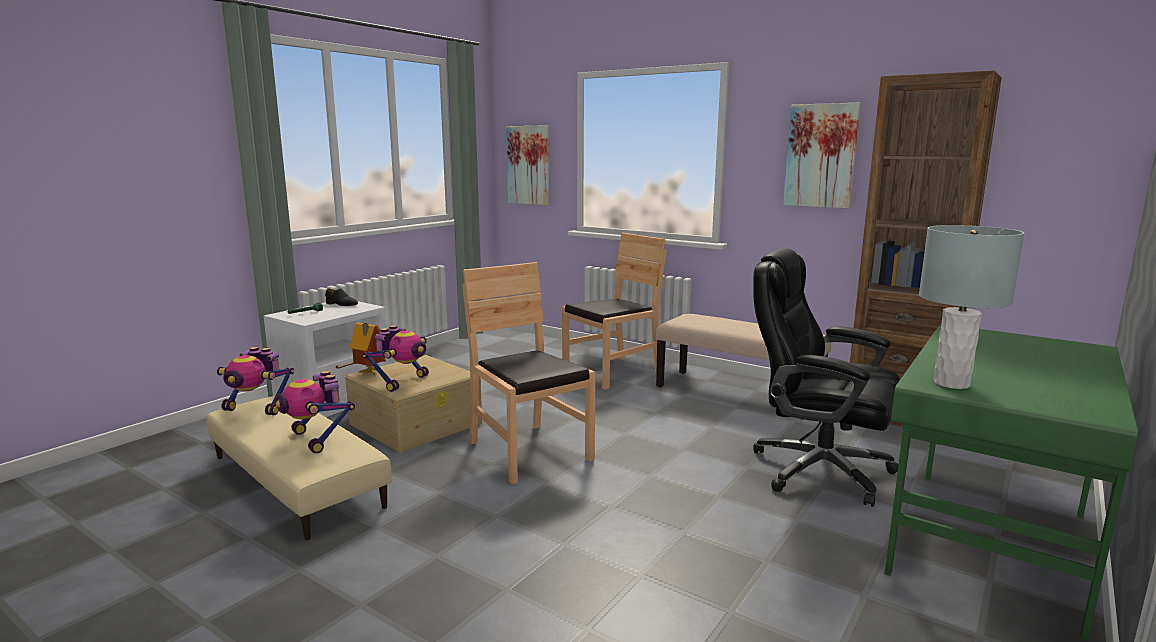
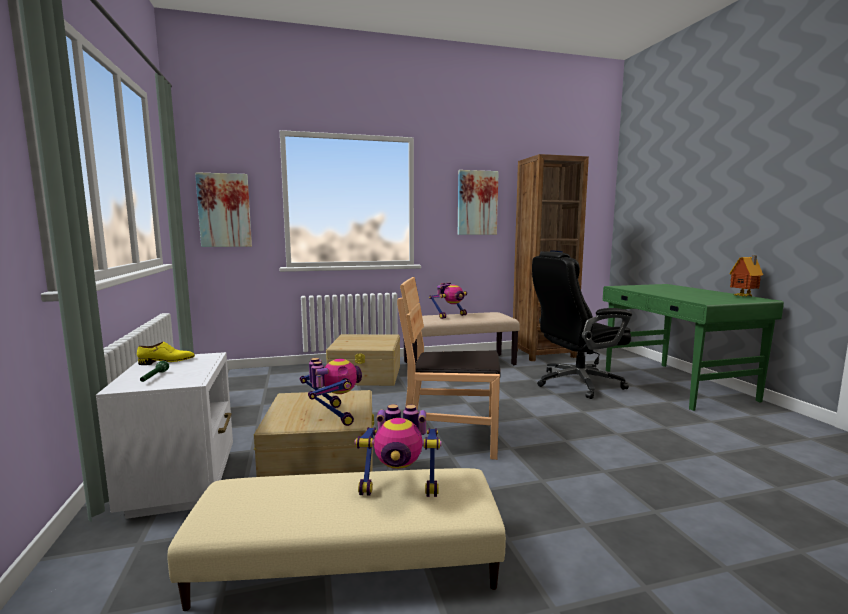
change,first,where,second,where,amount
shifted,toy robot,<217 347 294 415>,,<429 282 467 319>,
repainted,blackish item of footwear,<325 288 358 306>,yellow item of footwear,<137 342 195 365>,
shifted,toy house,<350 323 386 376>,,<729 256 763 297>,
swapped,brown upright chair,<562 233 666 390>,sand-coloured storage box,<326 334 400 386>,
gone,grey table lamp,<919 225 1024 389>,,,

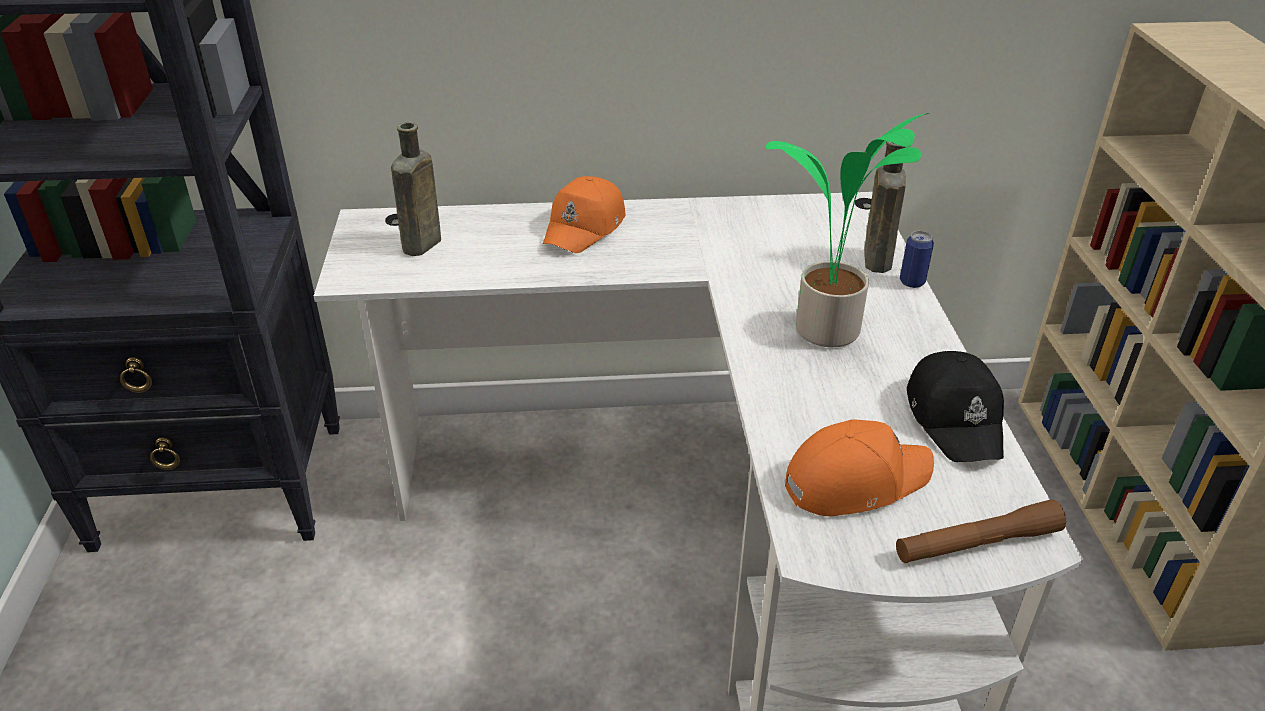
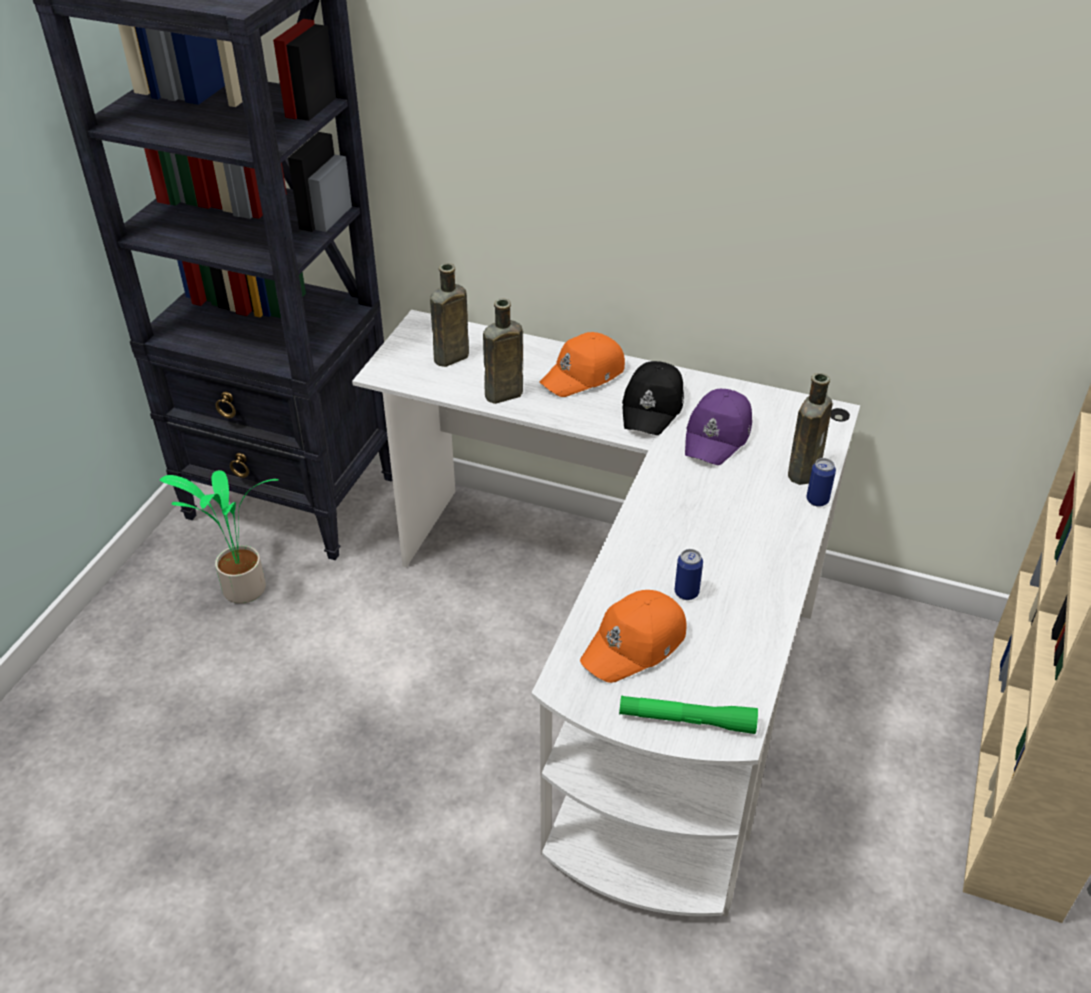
change,first,where,second,where,amount
shifted,houseplant,<765 113 929 347>,,<160 470 278 604>,
rotated,orange peaked cap,<785 419 934 516>,,<580 590 686 683>,135 degrees clockwise
repainted,brown hand torch,<896 499 1066 563>,green-coloured hand torch,<619 695 758 734>,
shifted,blackish peaked cap,<907 351 1004 462>,,<622 361 684 435>,
new,,,brown beverage bottle,<483 299 523 404>,
new,,,metal can,<675 549 703 600>,
new,,,purplish peaked cap,<685 389 752 465>,

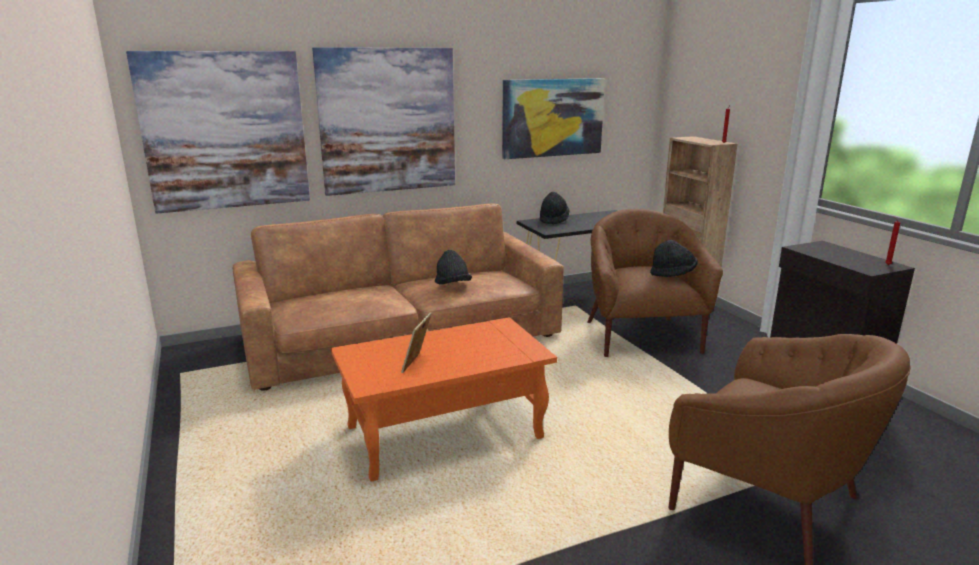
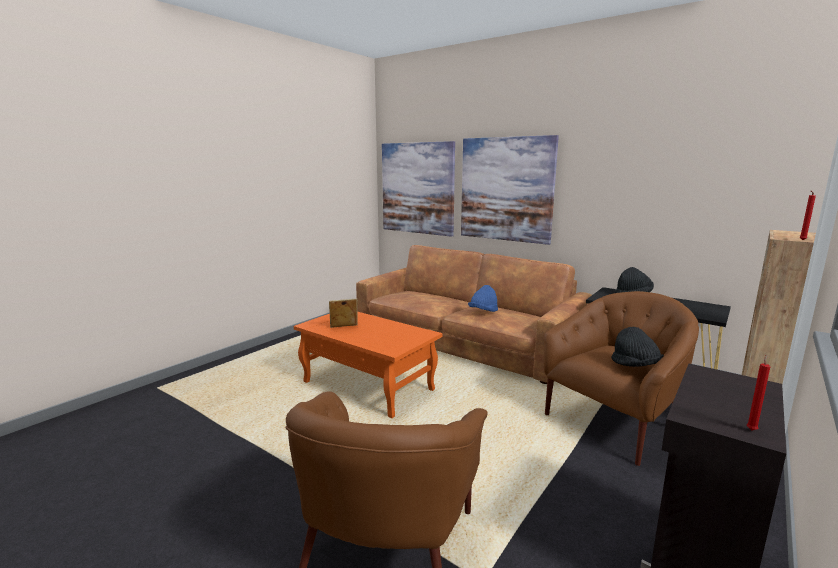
change,first,where,second,where,amount
repainted,blackish clothing hat,<435 250 472 284>,blue clothing hat,<468 285 498 312>,
gone,wall picture,<502 78 605 159>,,,

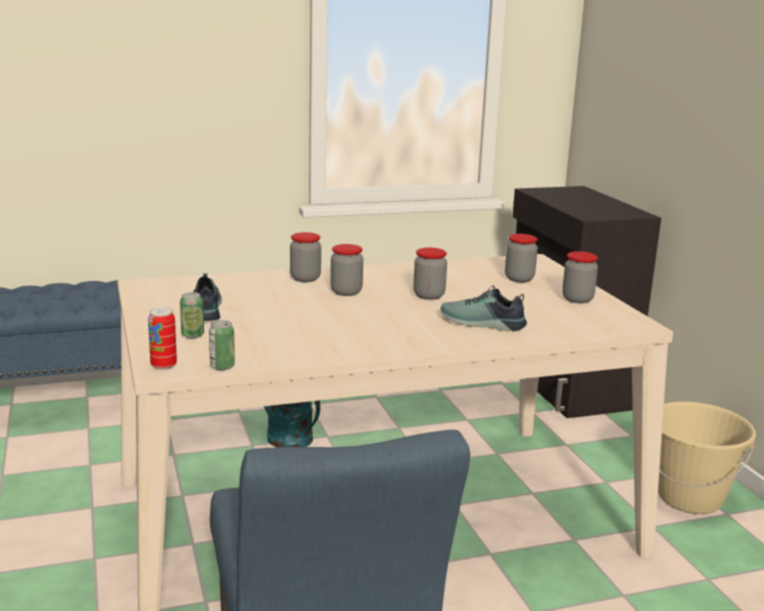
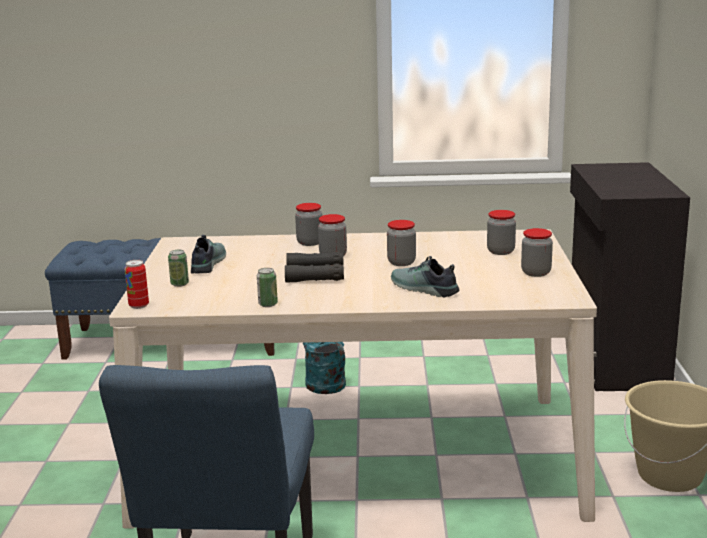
change,first,where,second,where,amount
shifted,metal can,<209 320 235 370>,,<257 268 278 307>,
new,,,blackish pair of binoculars,<285 252 344 282>,

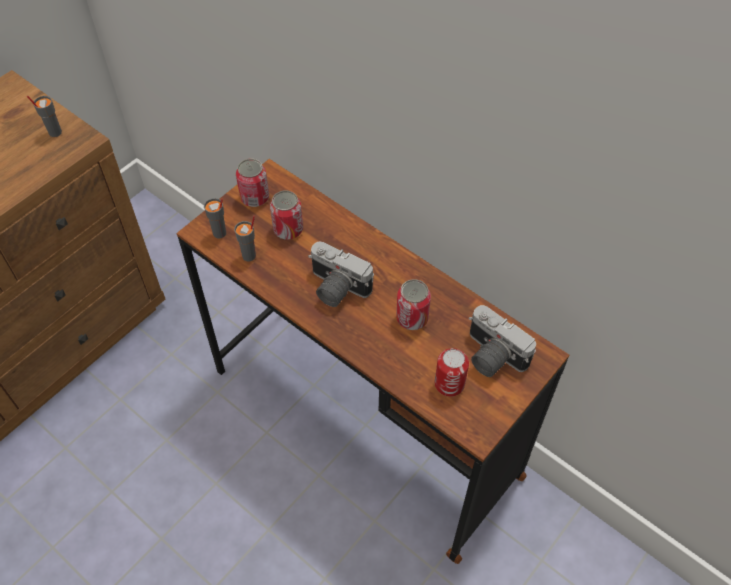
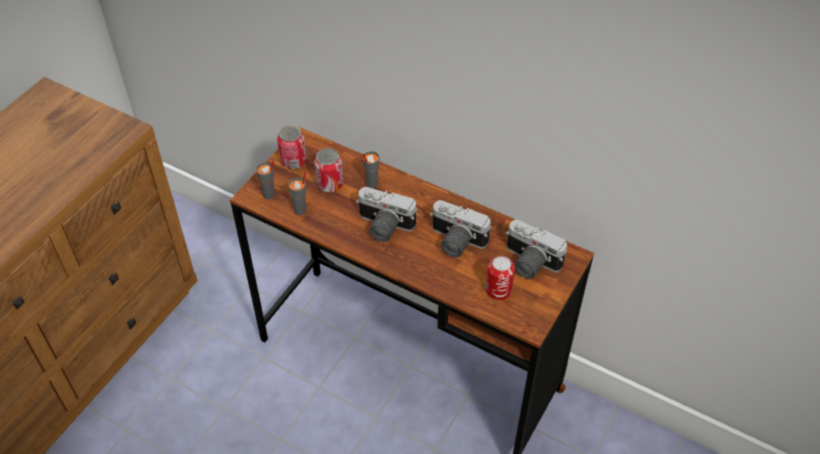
change,first,where,second,where,amount
shifted,grey drinking cup,<27 96 62 137>,,<363 151 379 188>,
swapped,metal can,<396 279 431 330>,still camera,<430 200 491 257>,

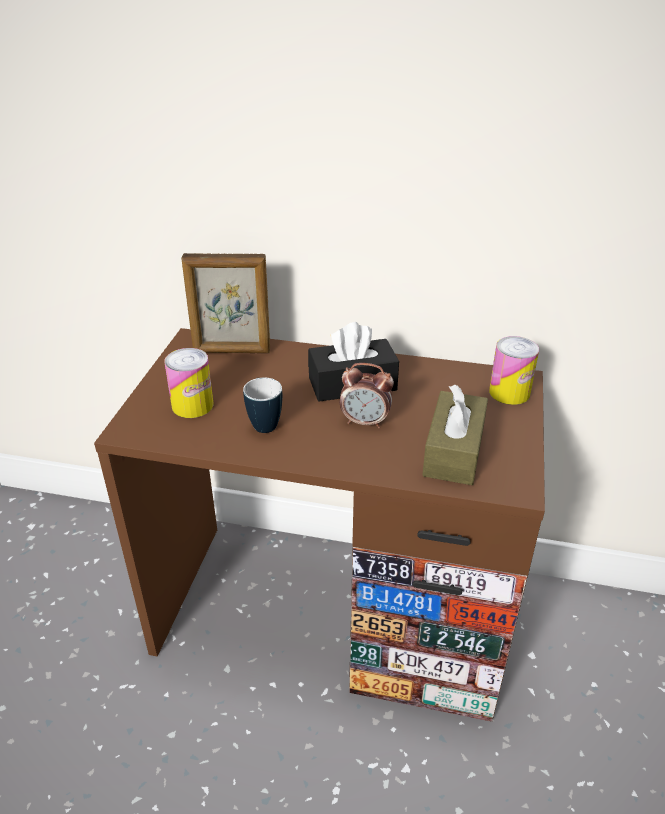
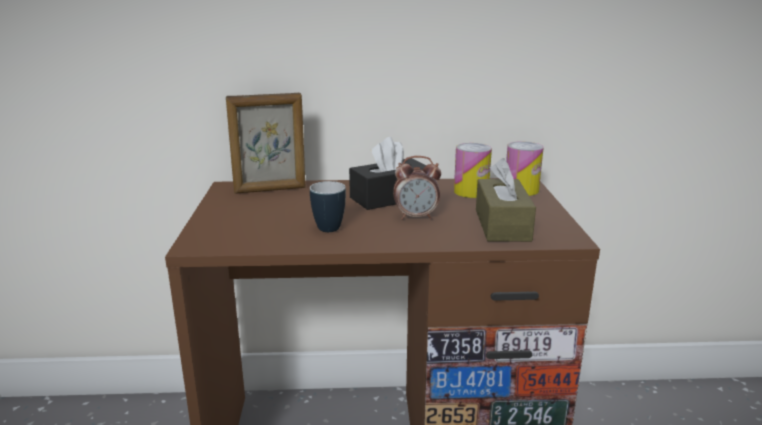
change,first,where,second,where,amount
shifted,metal can,<164 348 214 418>,,<454 143 492 198>,

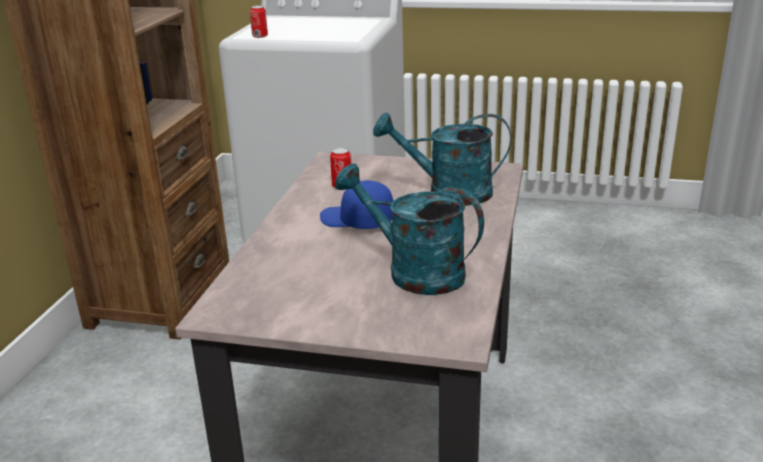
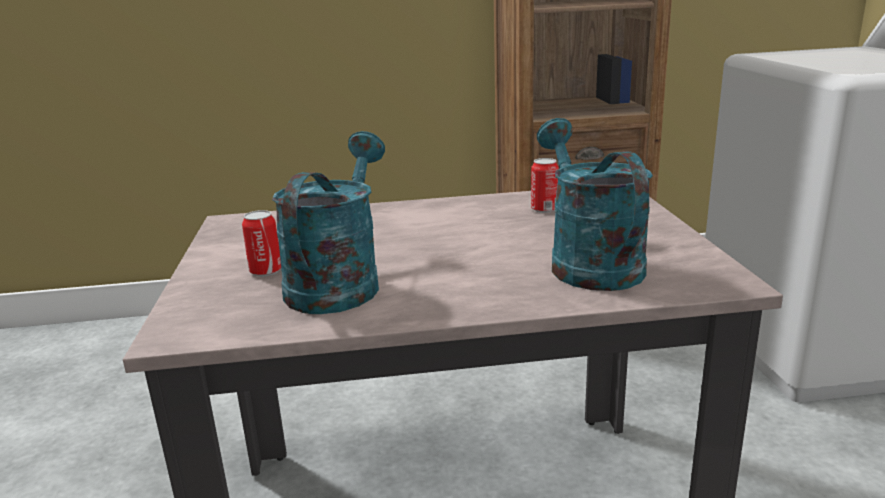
change,first,where,second,where,amount
shifted,metal can,<250 5 268 38>,,<242 210 281 276>,
gone,blue peaked cap,<320 180 393 229>,,,

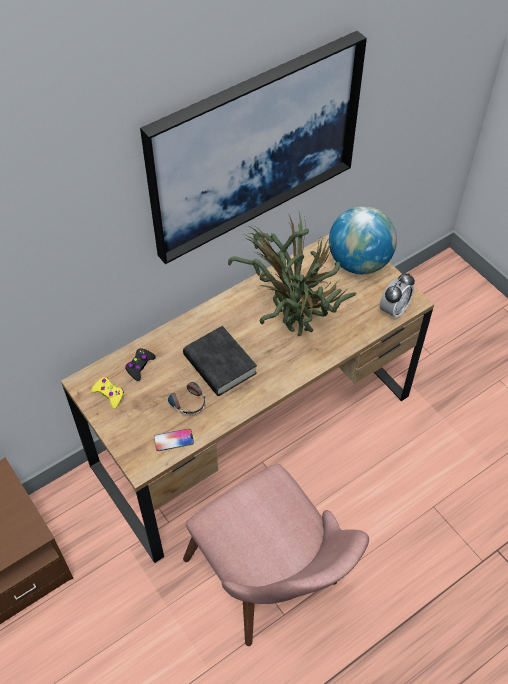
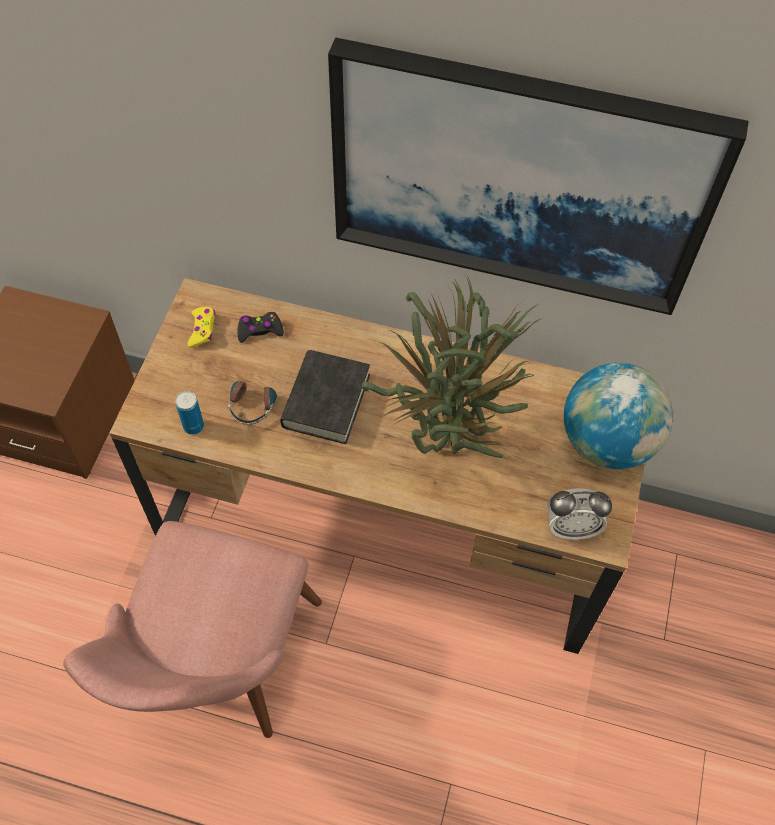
change,first,where,second,where,amount
swapped,telephone,<154 429 194 451>,metal can,<175 391 204 435>,

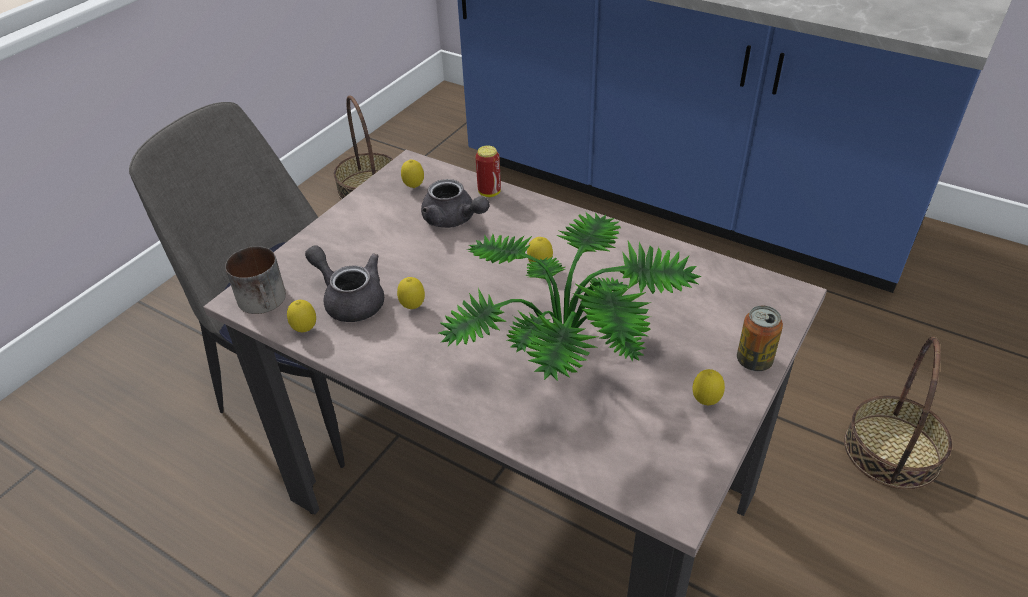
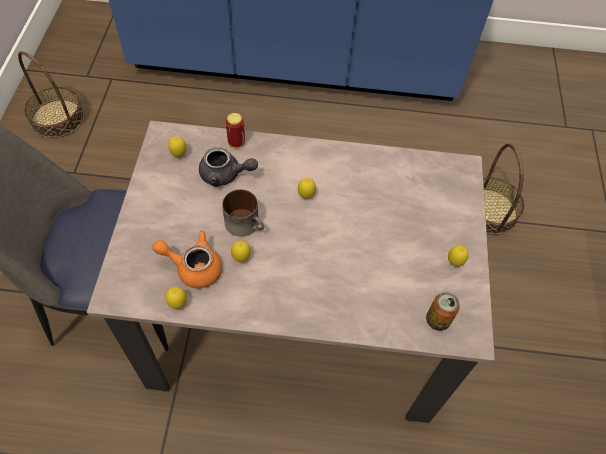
change,first,where,second,where,amount
shifted,coffee mug,<225 246 286 314>,,<222 189 264 237>,
repainted,grey tea pot,<305 245 384 322>,orange tea pot,<152 230 222 289>,
gone,houseplant,<439 212 702 381>,,,
shifted,metal can,<737 306 783 371>,,<426 292 460 331>,

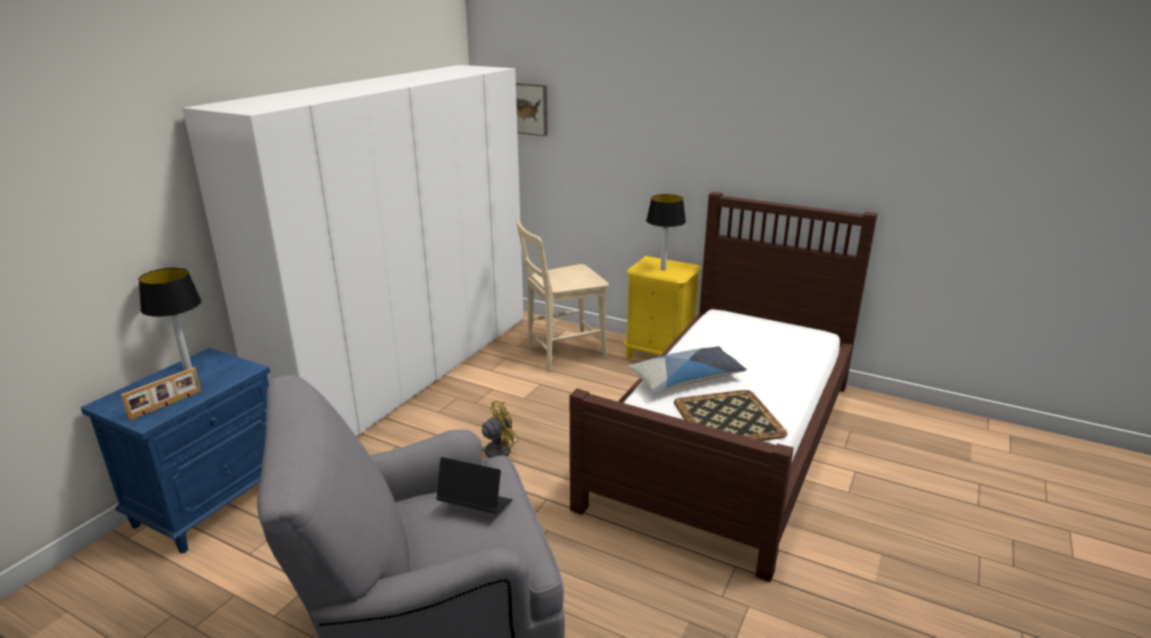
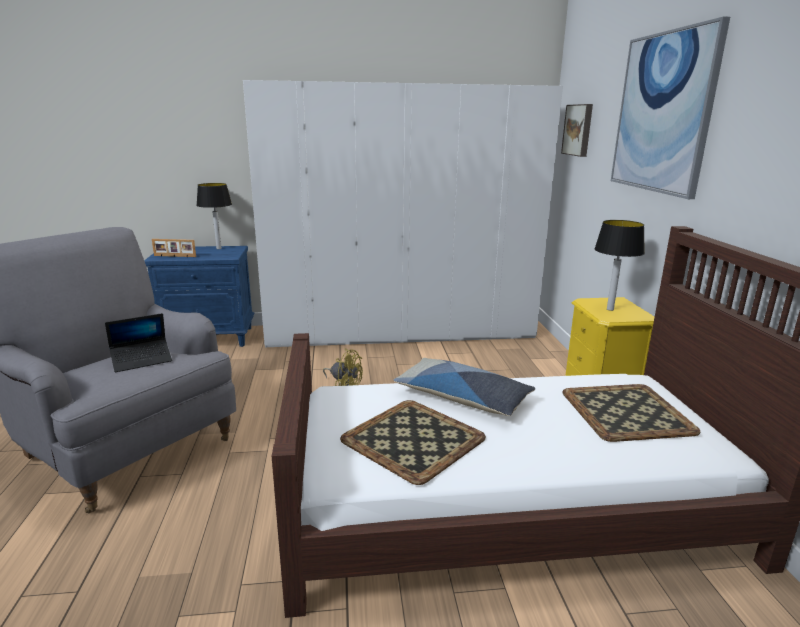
change,first,where,second,where,amount
rotated,notebook computer,<436 457 513 514>,,<105 313 172 372>,75 degrees clockwise
gone,sand-coloured upright chair,<516 220 609 371>,,,
new,,,serving tray,<562 384 700 442>,
new,,,wall picture,<611 16 730 199>,

